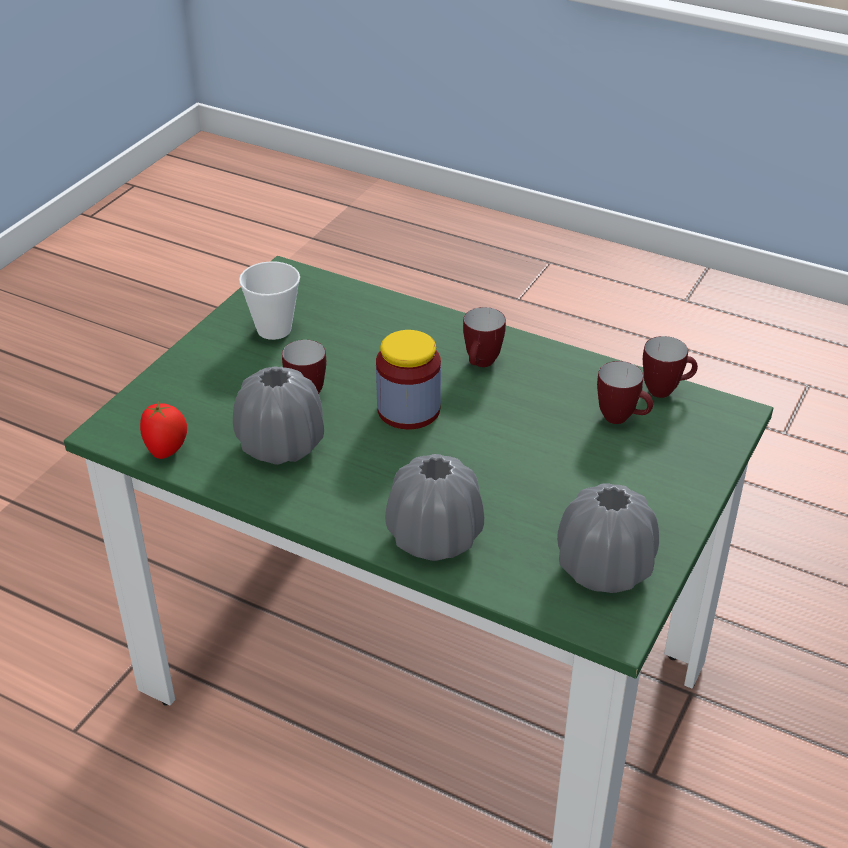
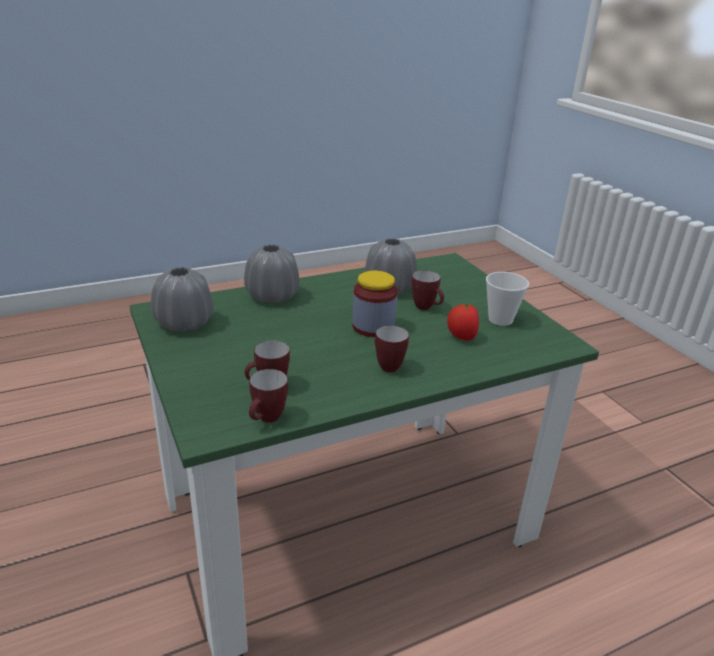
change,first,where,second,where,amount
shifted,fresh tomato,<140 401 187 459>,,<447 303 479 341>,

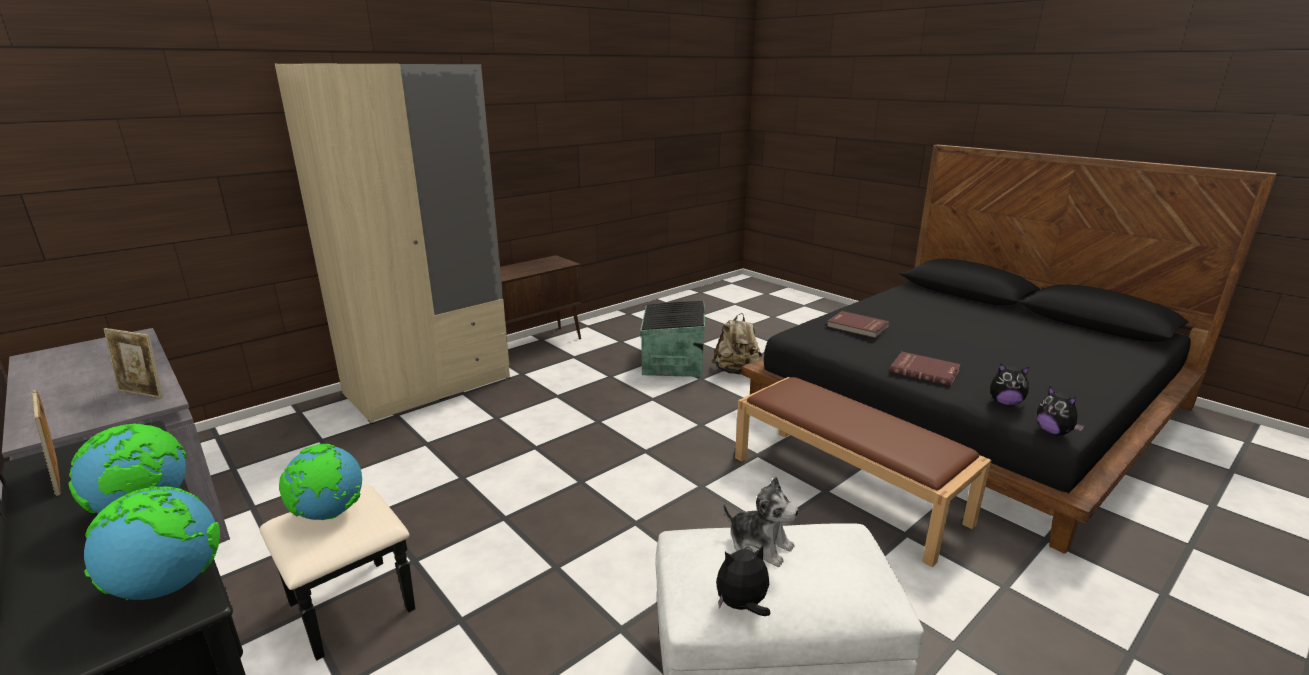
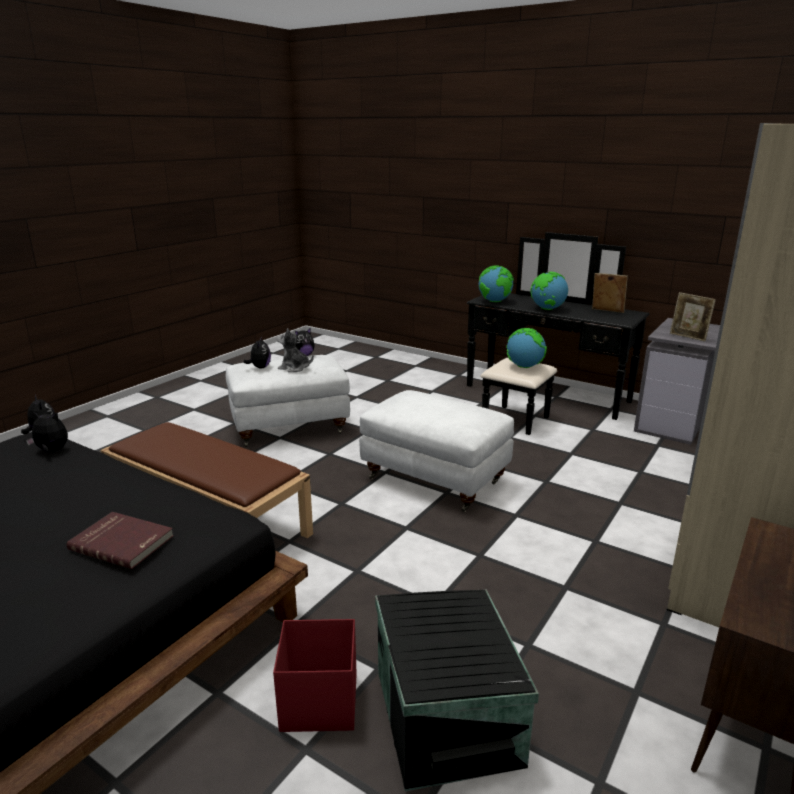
change,first,where,second,where,amount
rotated,picture frame,<104 328 163 398>,,<670 292 716 341>,135 degrees counterclockwise
swapped,sand-coloured backpack,<712 313 762 374>,red storage box,<273 619 357 732>,
gone,red book,<890 352 961 386>,,,
new,,,plush toy,<244 336 271 369>,
new,,,white ottoman,<359 390 514 512>,

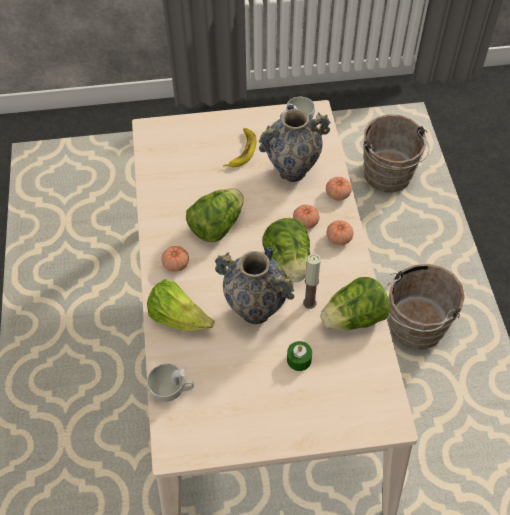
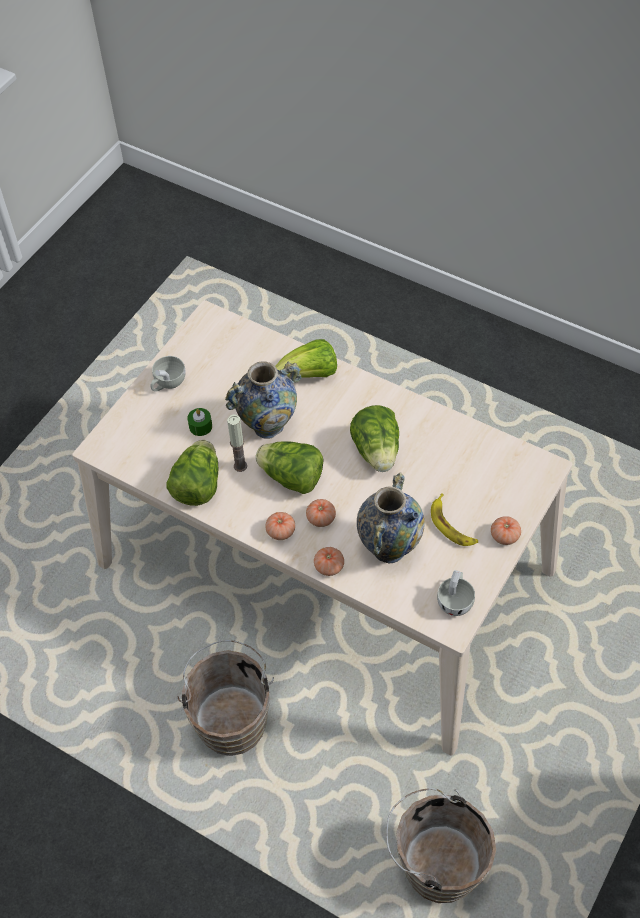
change,first,where,second,where,amount
shifted,white drinking cup,<147 364 194 402>,,<150 356 186 392>,
shifted,fresh tomato,<162 246 189 272>,,<491 516 521 545>,

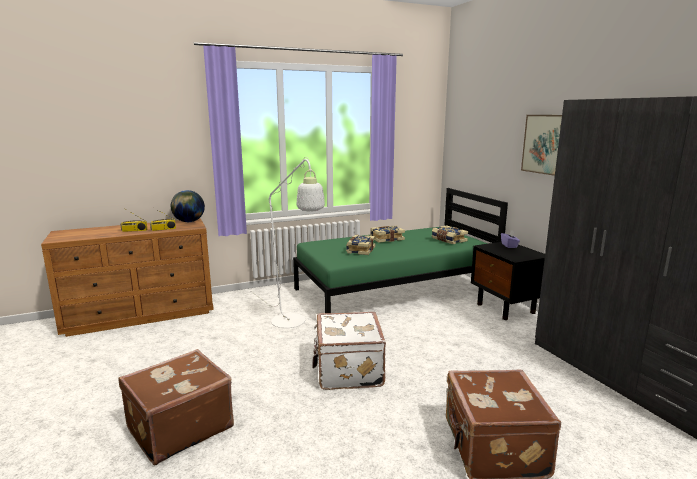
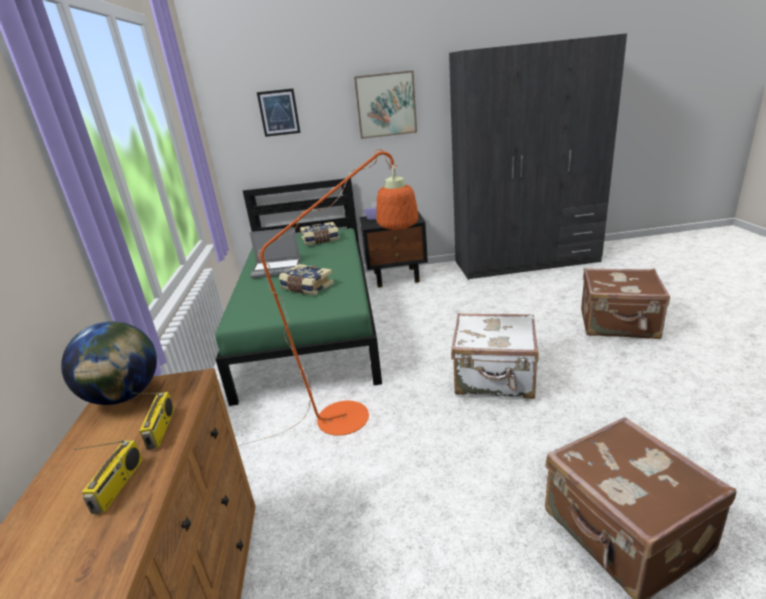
change,first,where,second,where,amount
repainted,white standard lamp,<251 157 325 328>,orange standard lamp,<238 149 419 446>,
swapped,book,<370 226 405 243>,notebook computer,<249 227 301 278>,
new,,,wall picture,<257 89 300 137>,

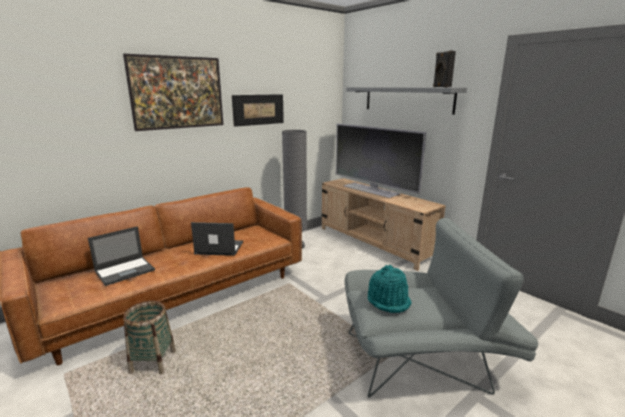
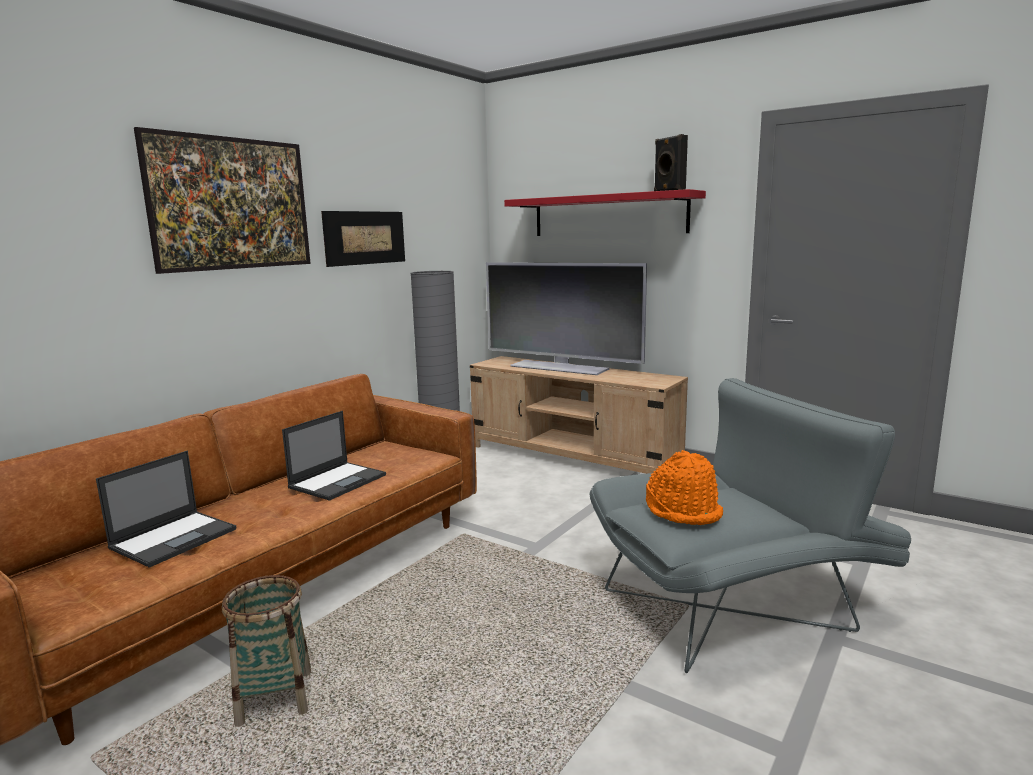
change,first,where,second,where,amount
rotated,notebook computer,<191 222 243 256>,,<282 411 386 501>,135 degrees clockwise
repainted,grey bracket shelf,<346 87 467 115>,red bracket shelf,<504 189 706 236>,
repainted,turquoise clothing hat,<368 265 412 313>,orange clothing hat,<646 450 723 525>,

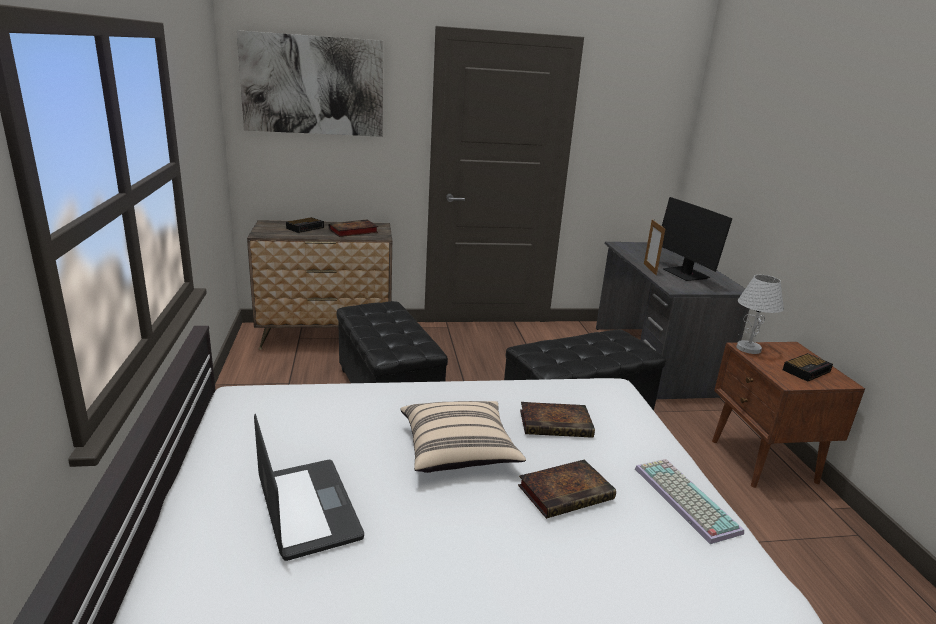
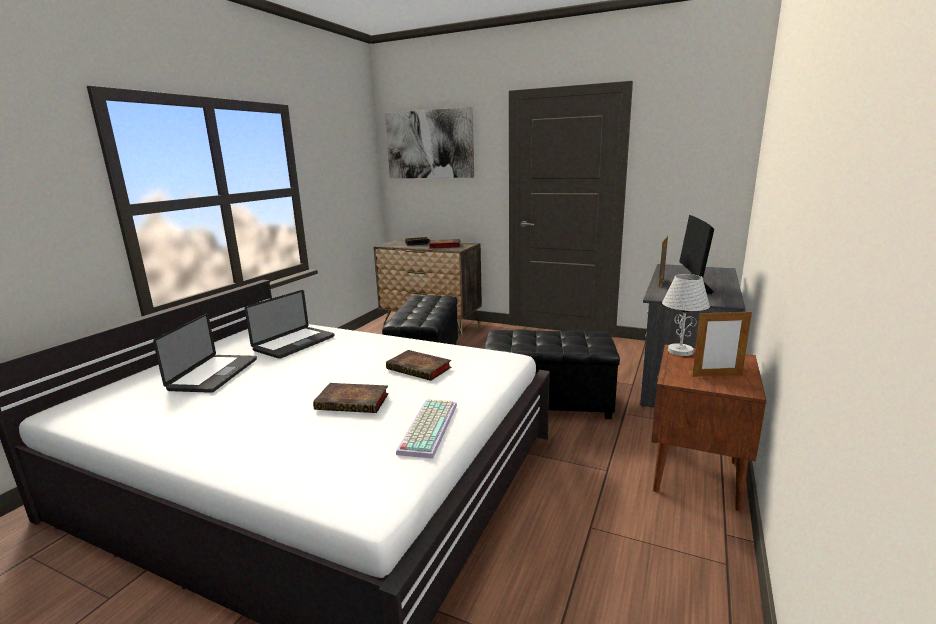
change,first,where,second,where,amount
gone,sand-coloured pillow,<401 401 526 473>,,,
swapped,alarm clock,<783 353 833 382>,picture frame,<692 311 752 377>,
new,,,notebook computer,<244 290 335 359>,

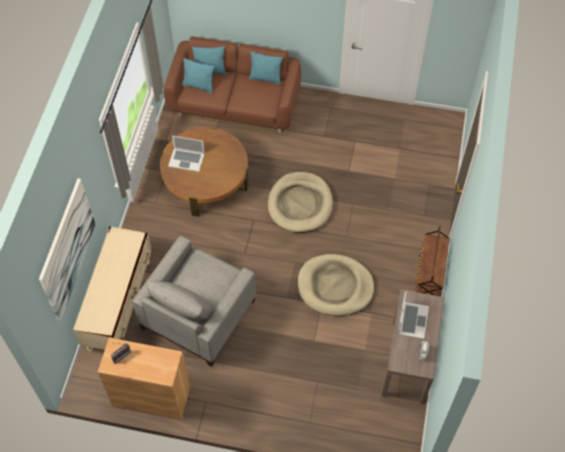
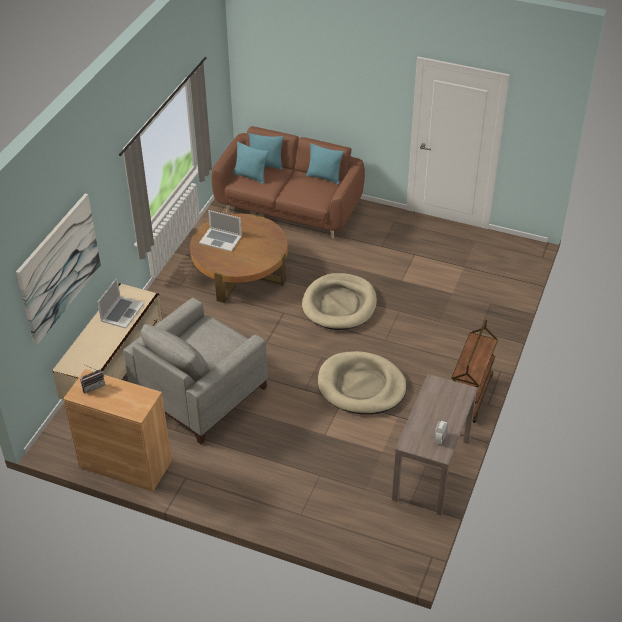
change,first,where,second,where,amount
shifted,notebook computer,<398 291 429 339>,,<97 278 144 328>,

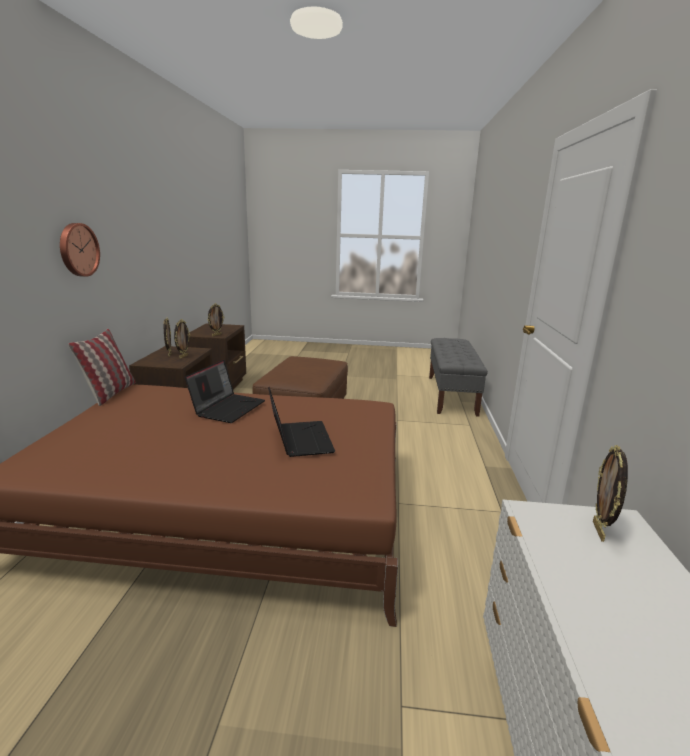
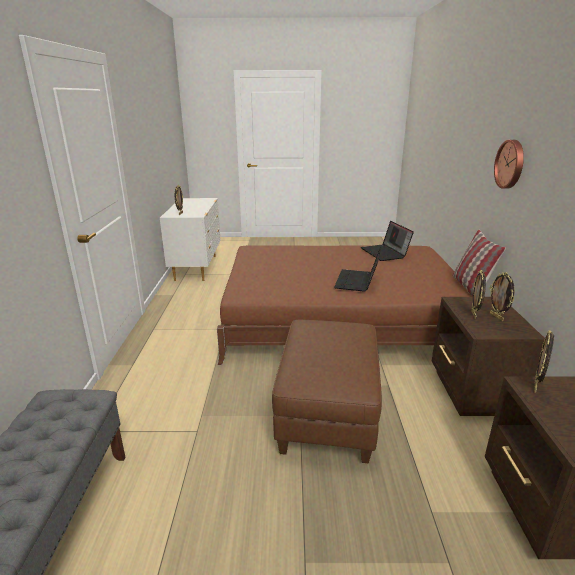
change,first,where,second,where,amount
shifted,notebook computer,<268 387 335 457>,,<361 221 414 261>,

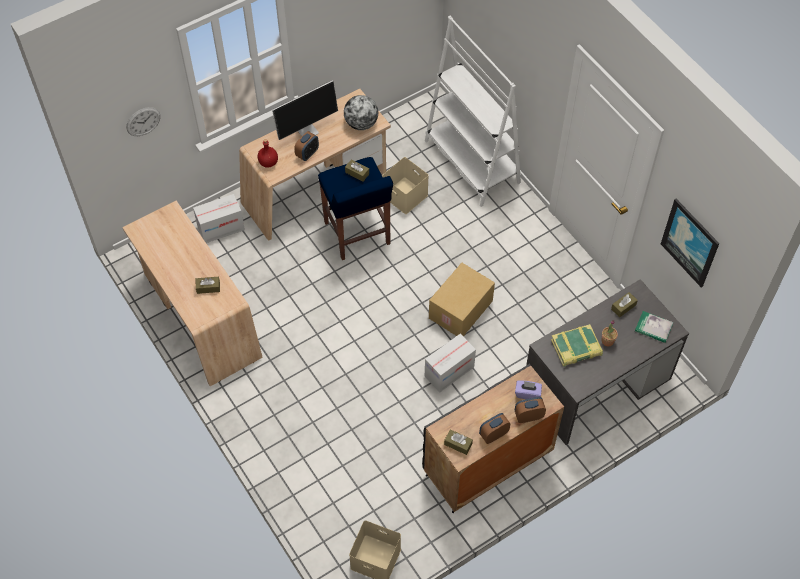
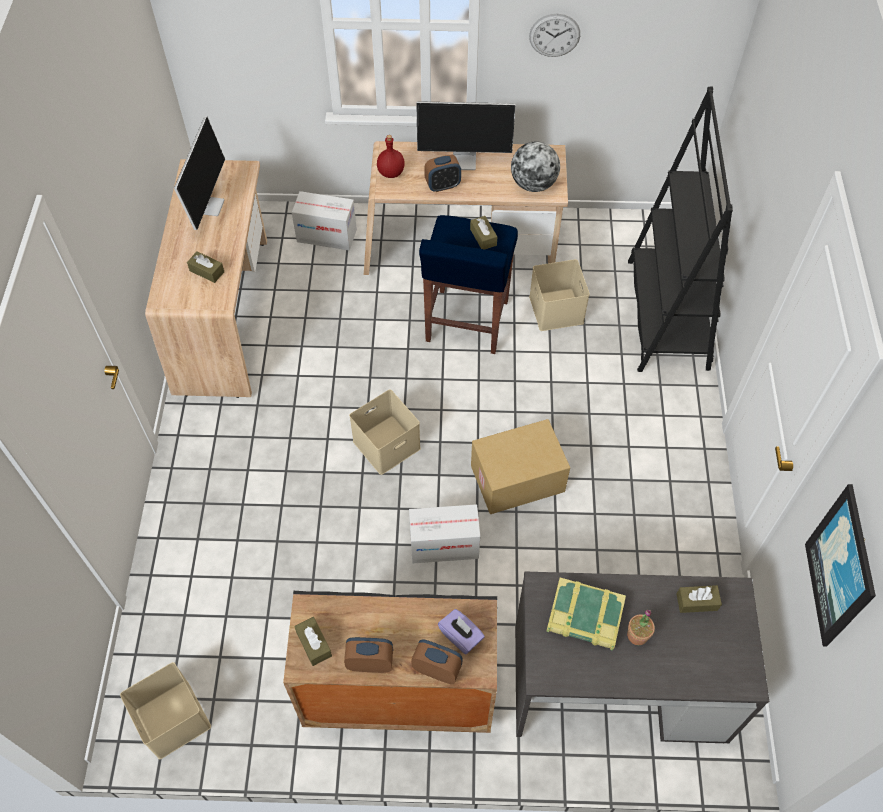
change,first,where,second,where,amount
shifted,wall clock,<126 107 161 136>,,<529 14 580 57>,
repainted,white shelving unit,<425 15 521 207>,blackish shelving unit,<628 86 733 372>,
gone,book,<635 311 673 343>,,,
new,,,computer display,<174 116 225 230>,
new,,,sand-coloured storage box,<349 389 421 475>,

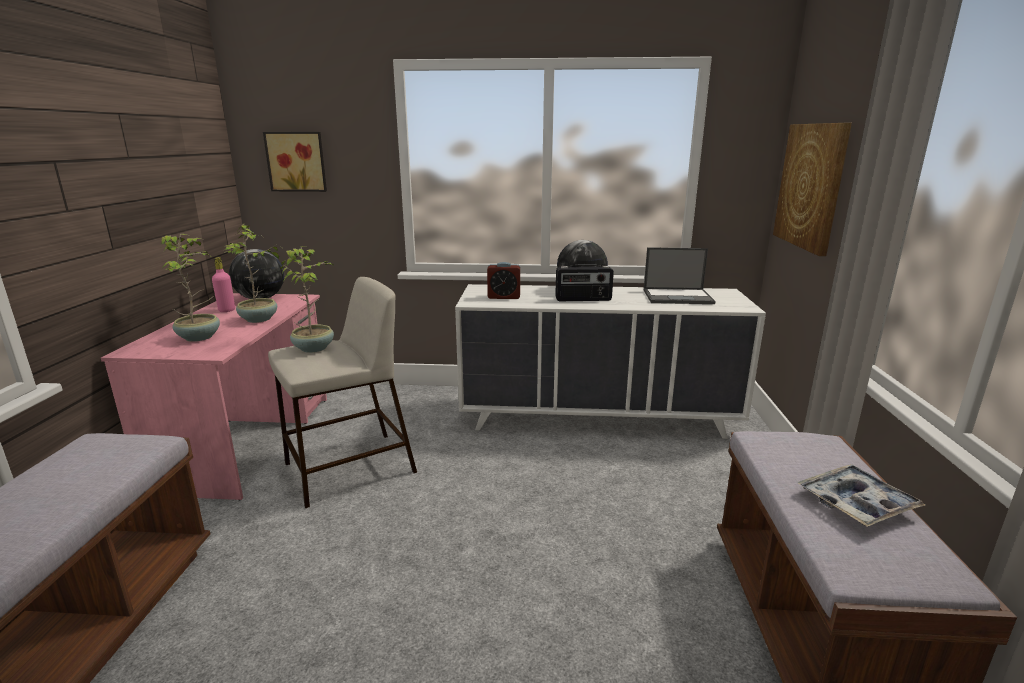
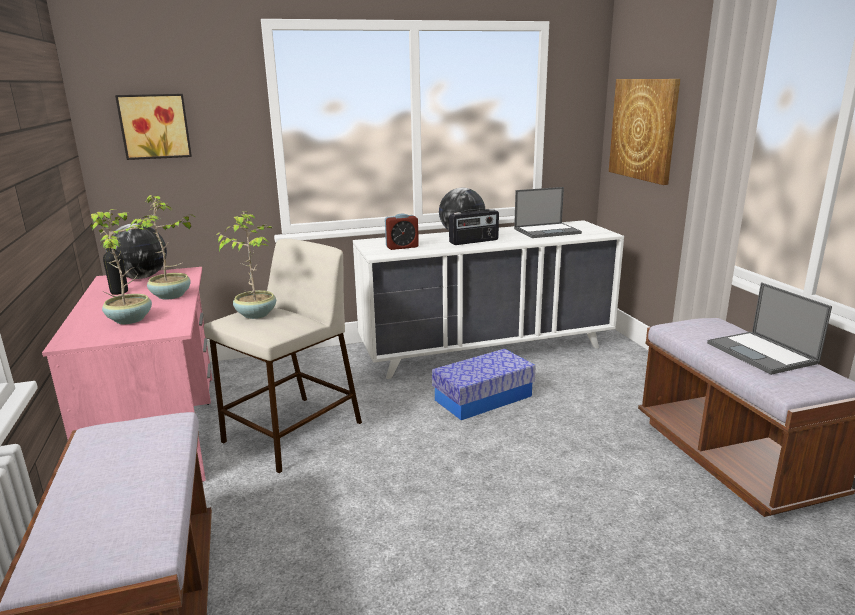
change,first,where,second,where,amount
repainted,pink-coloured beverage bottle,<212 257 235 312>,blackish beverage bottle,<103 238 128 295>,
swapped,serving tray,<797 464 925 527>,notebook computer,<707 282 832 375>,
new,,,storage box,<432 349 536 420>,

